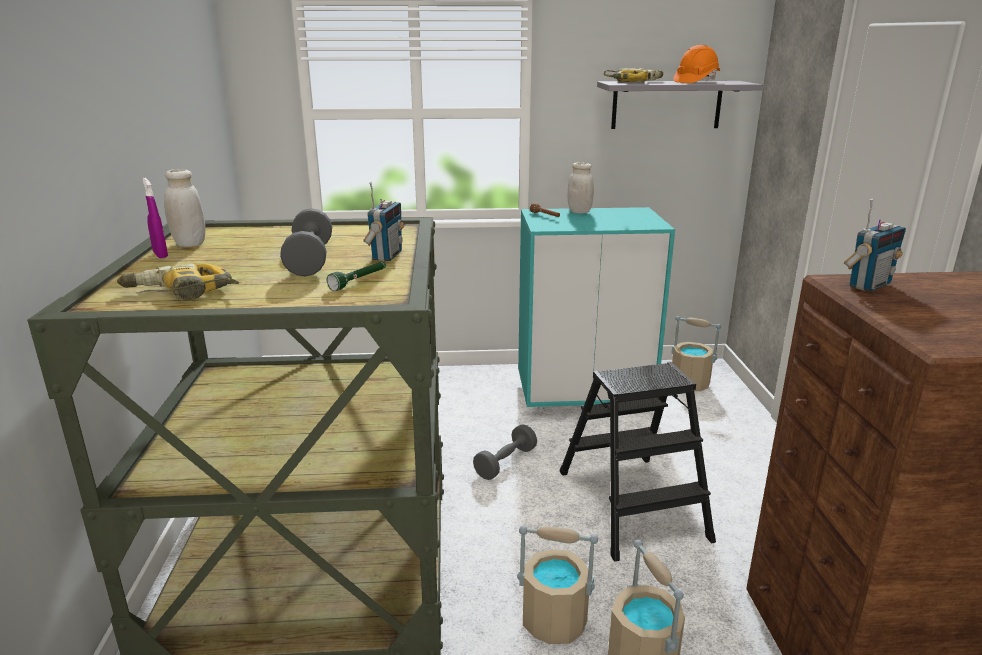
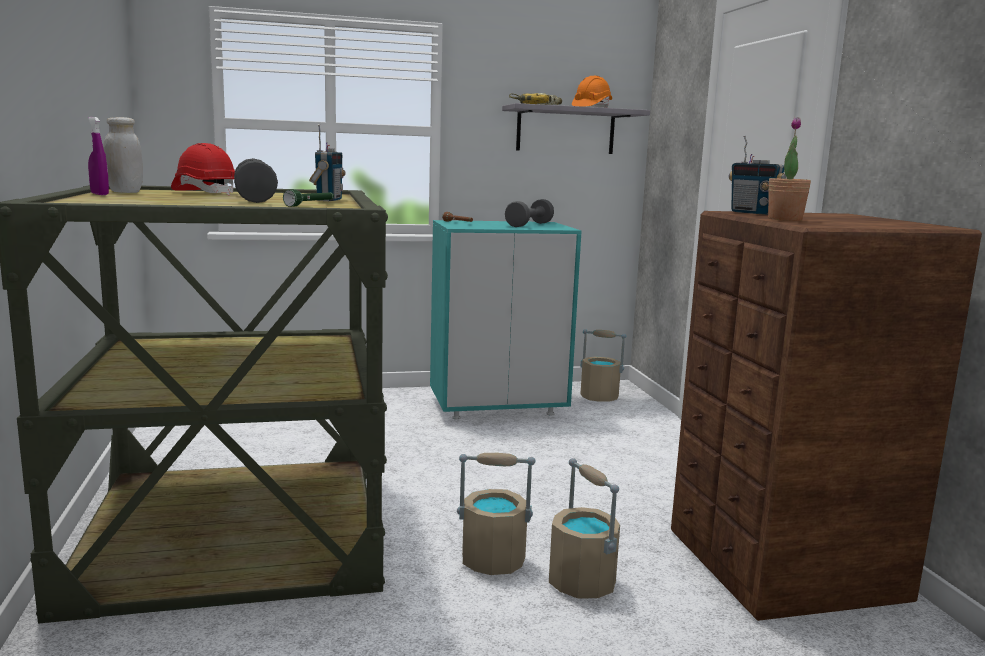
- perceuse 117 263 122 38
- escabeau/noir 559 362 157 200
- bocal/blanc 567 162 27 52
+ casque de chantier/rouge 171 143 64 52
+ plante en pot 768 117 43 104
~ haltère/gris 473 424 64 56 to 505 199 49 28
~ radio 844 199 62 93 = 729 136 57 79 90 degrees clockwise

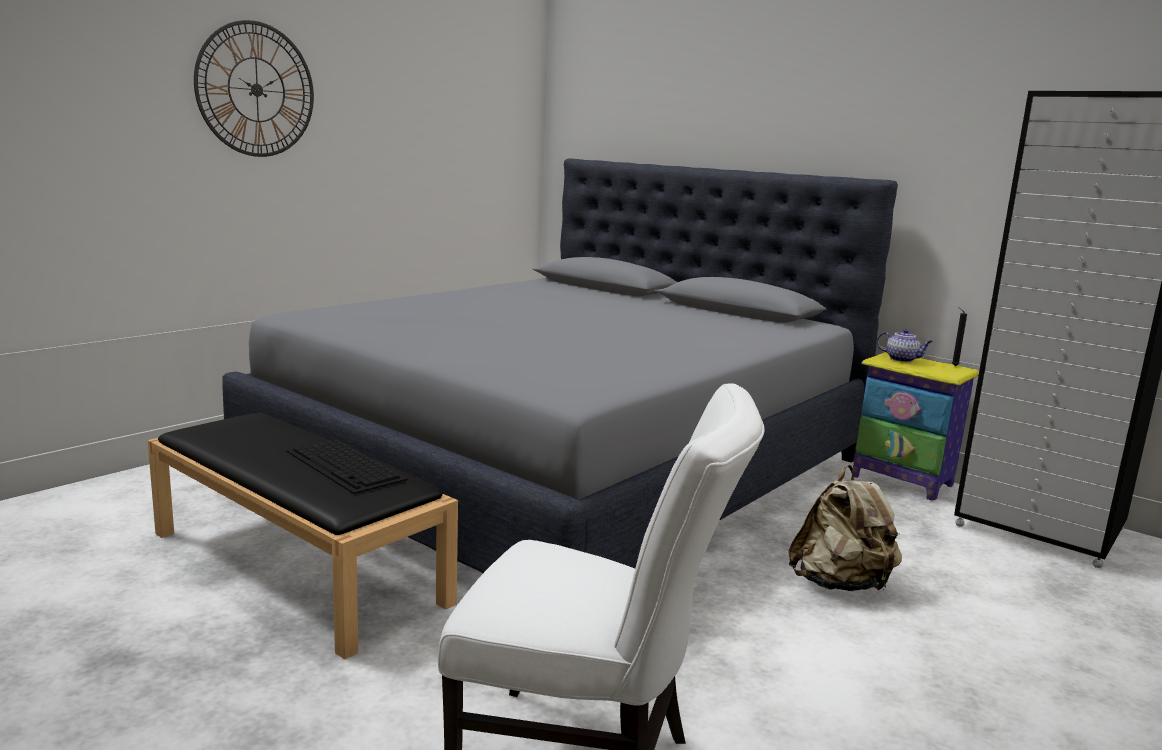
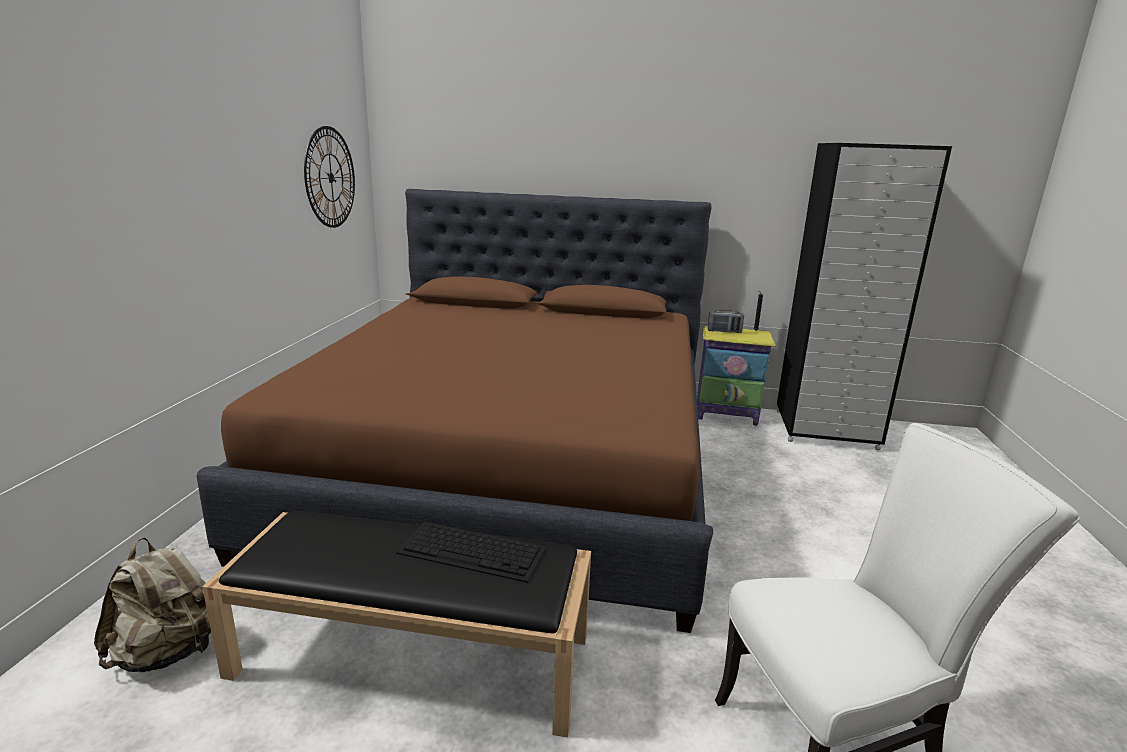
~ horloge murale 194 20 120 137 to 304 126 51 102
~ sac à dos/beige 788 465 114 126 to 94 538 117 134
~ théière 877 329 56 33 to radio 708 310 36 23
~ lit/gris 222 158 676 415 to lit/marron 197 189 516 444

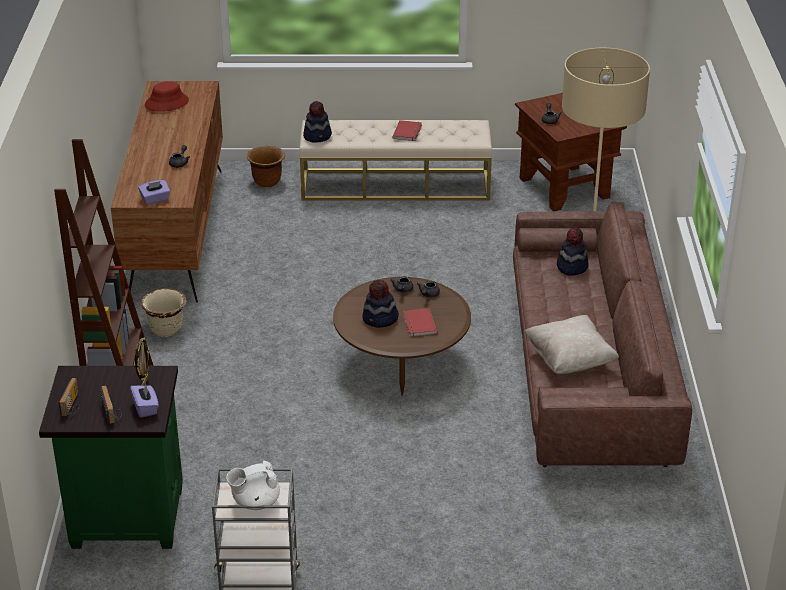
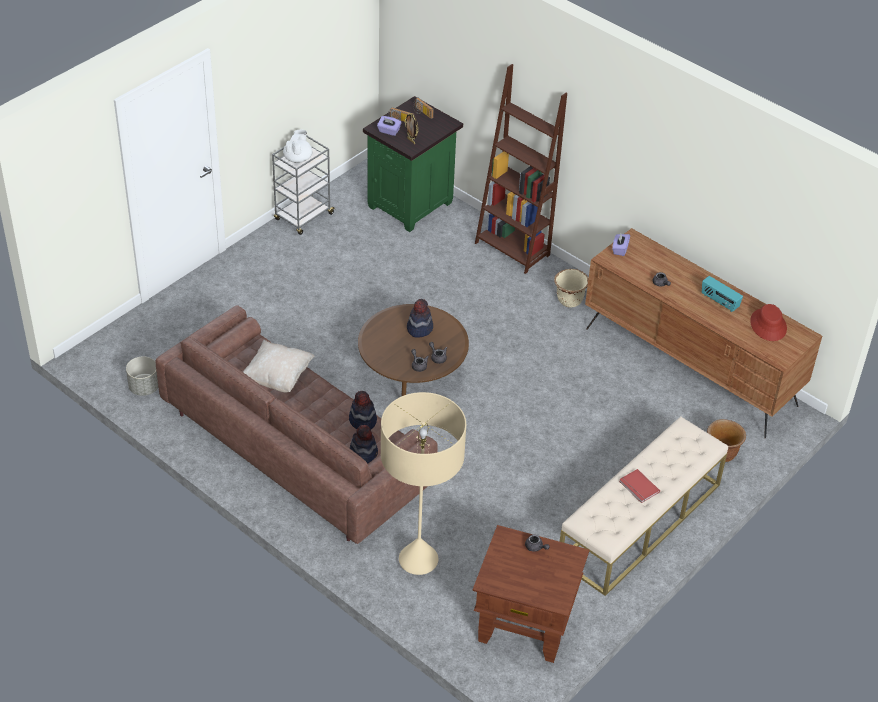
- livre/rouge 403 308 35 29
+ cache-pot/gris 126 357 32 39
+ radio 702 276 41 36
~ chapeau 303 101 29 42 to 349 391 28 38

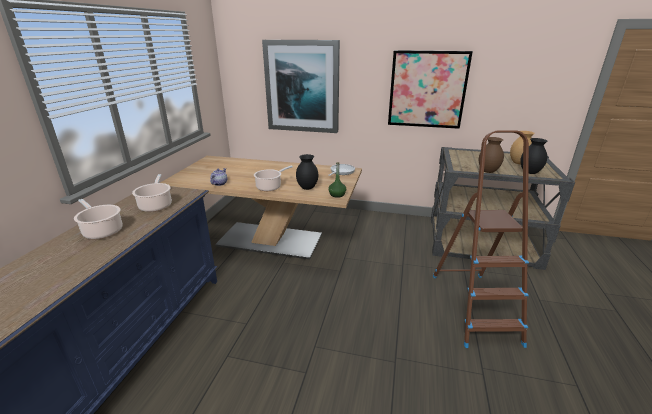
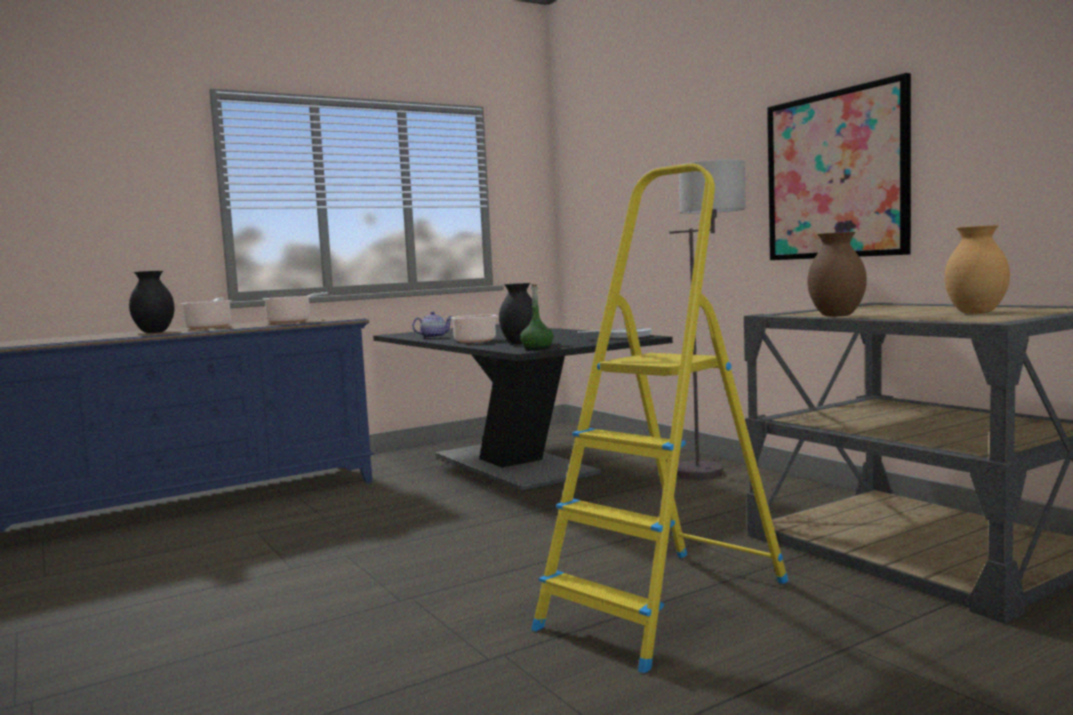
- tableau 262 40 78 93
+ lampadaire/gris 669 159 77 321
~ vase/noir 520 138 27 36 to 129 271 46 62
~ table à manger/beige 160 156 202 103 to table à manger/noir 373 324 300 167
~ escabeau/marron 433 130 96 218 to escabeau/jaune 531 163 257 510

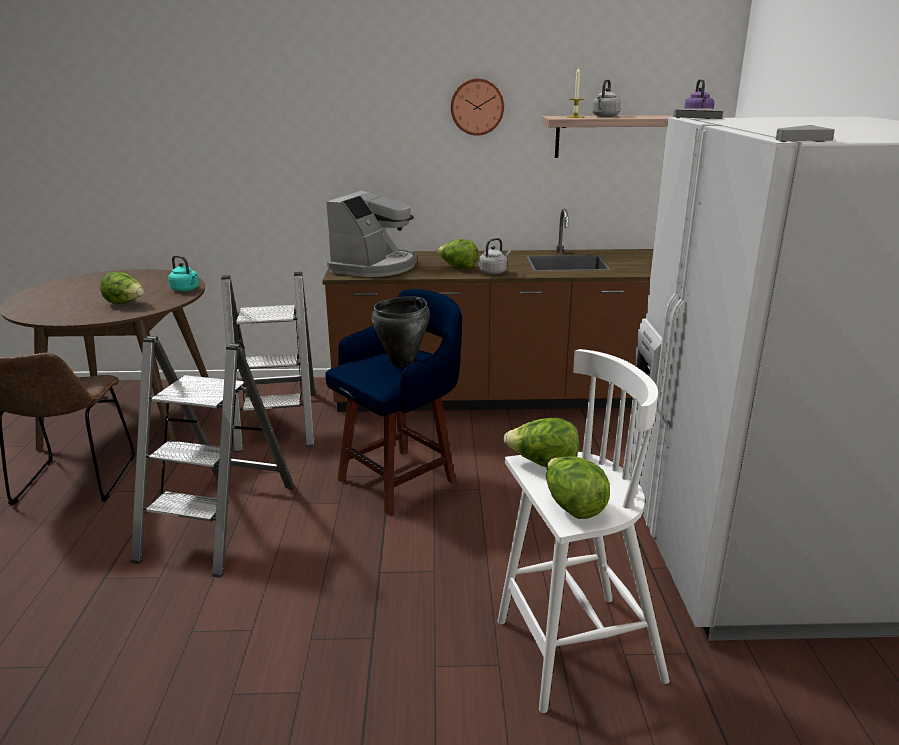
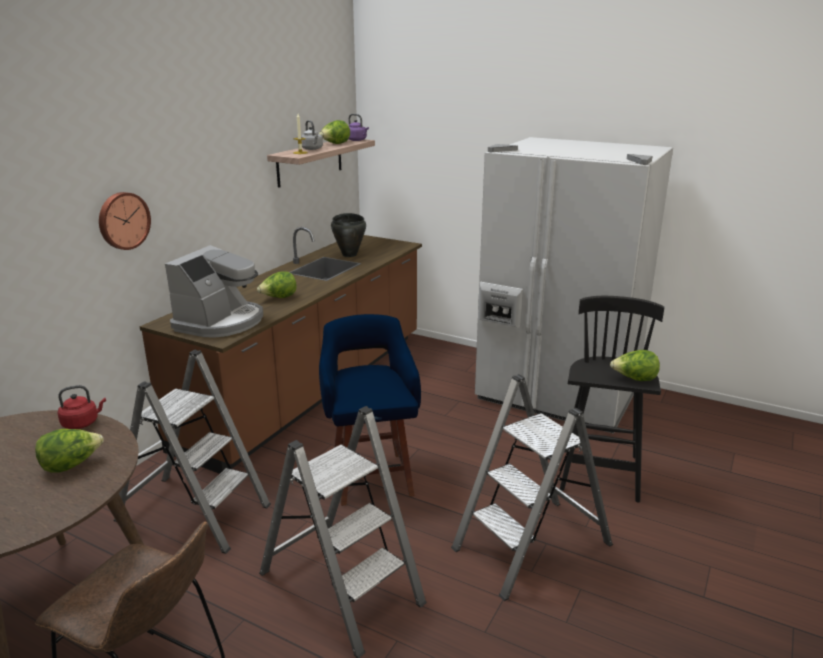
- bouilloire/gris 479 238 32 37
+ escabeau/gris 451 374 162 227
~ marmite/noir 371 296 59 71 to 331 213 35 44
~ horloge murale 451 78 53 58 to 99 192 52 58
~ laitue 503 418 76 49 to 319 120 31 24
~ bouilloire/turquoise 168 255 31 37 to bouilloire/rouge 58 385 48 44
~ tabouret/blanc 497 349 173 364 to tabouret/noir 560 296 105 207
~ machine à café 326 191 91 86 = 165 245 98 92 60 degrees clockwise

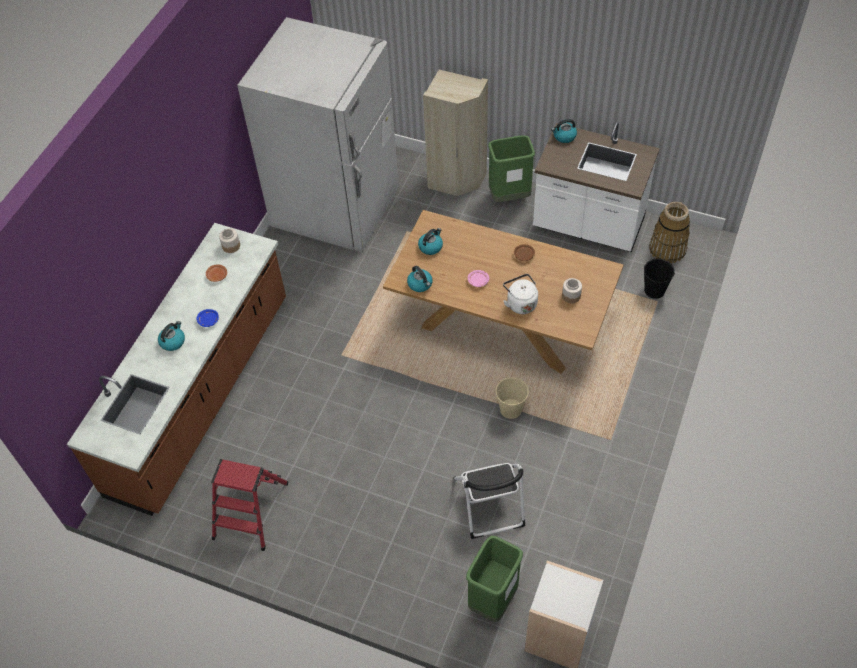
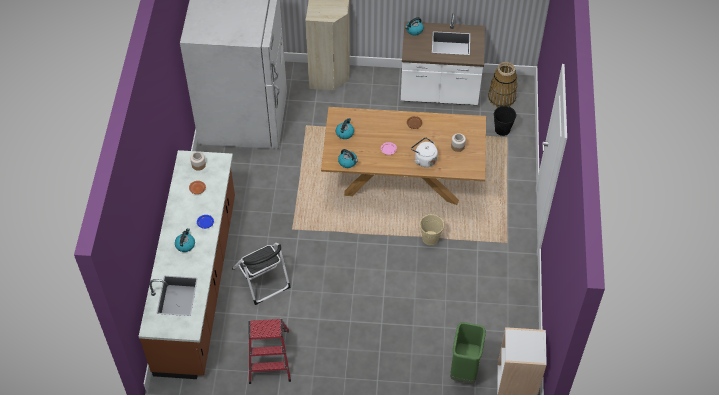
- poubelle/vert 488 135 47 67
~ escabeau 453 463 72 76 to 232 243 58 62

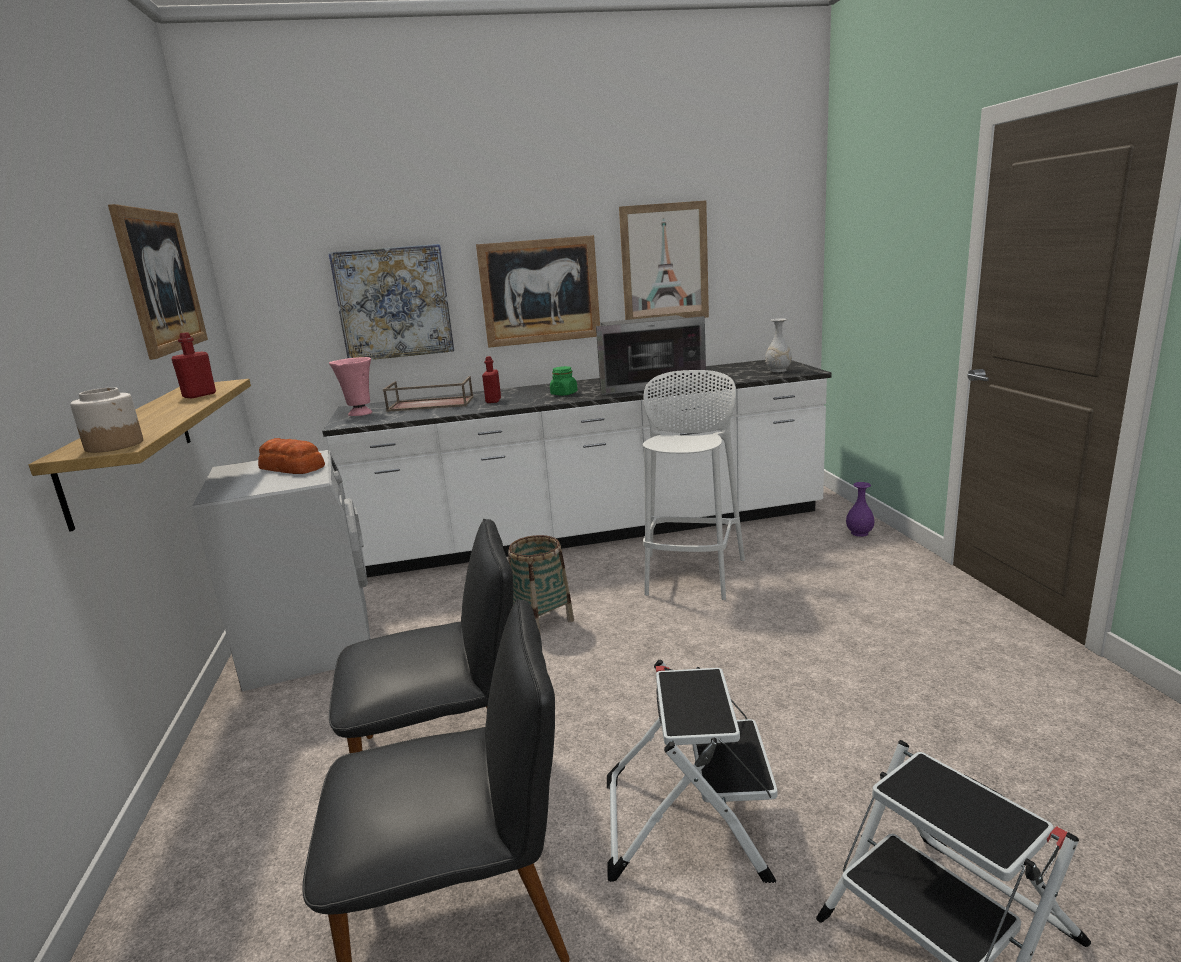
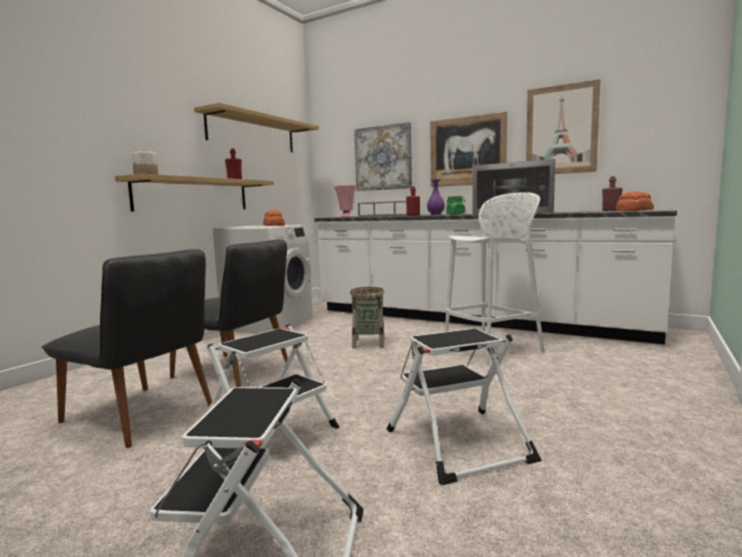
+ escabeau 386 328 156 157
+ bouteille/rouge 602 176 21 35
~ vase/violet 846 482 29 55 to 427 179 18 36
~ tableau 108 204 100 156 to étagère 194 103 125 49
~ vase/blanc 765 318 27 54 to pain 615 191 39 20

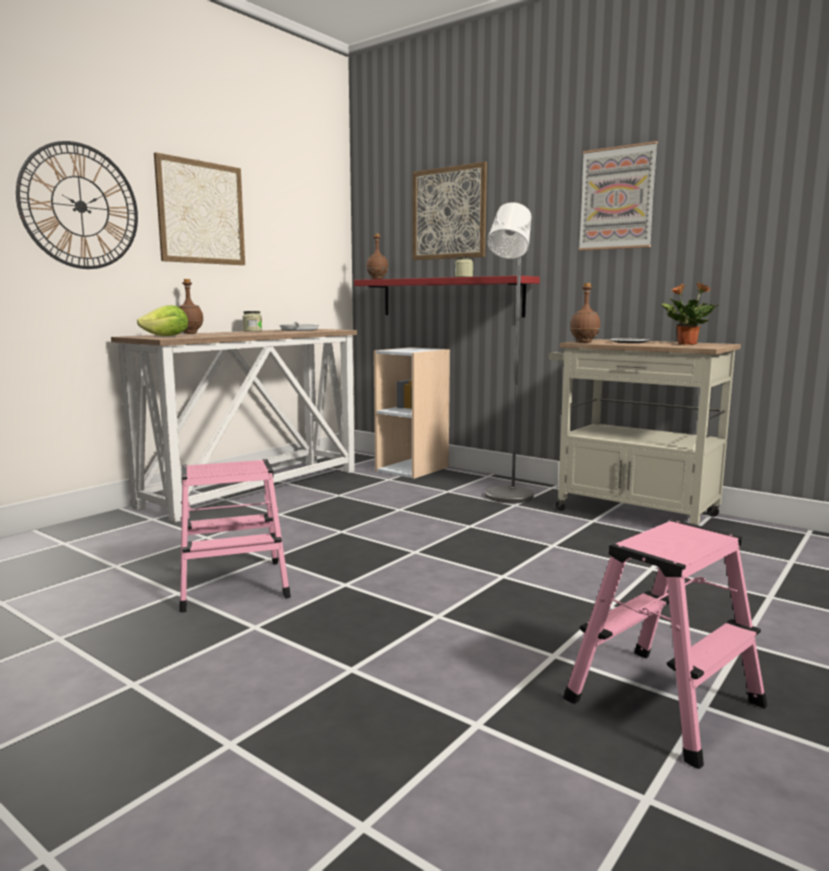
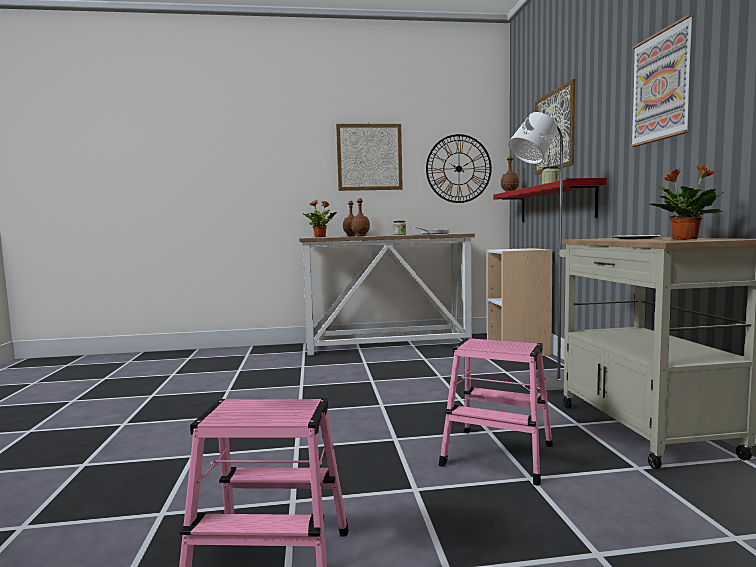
~ horloge murale 16 141 122 128 to 426 134 66 69
~ escabeau/rose 179 459 112 153 to 439 338 114 148
~ bouteille/marron 570 283 30 60 to 351 198 19 38
~ laitue 137 305 51 31 to plante en pot 304 200 33 37

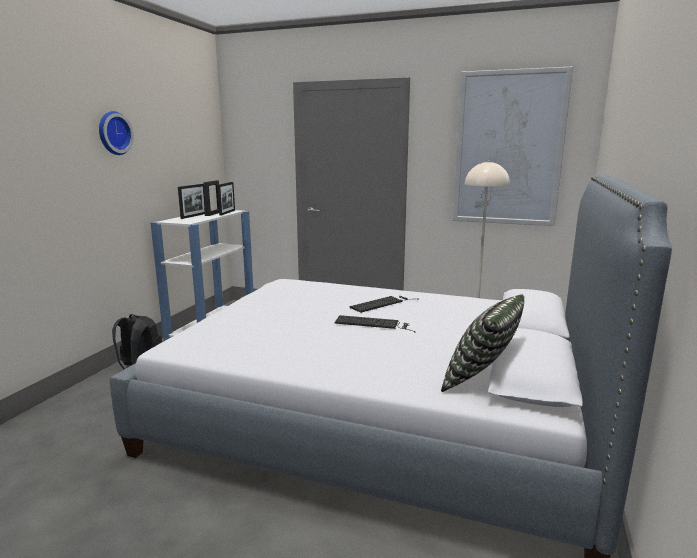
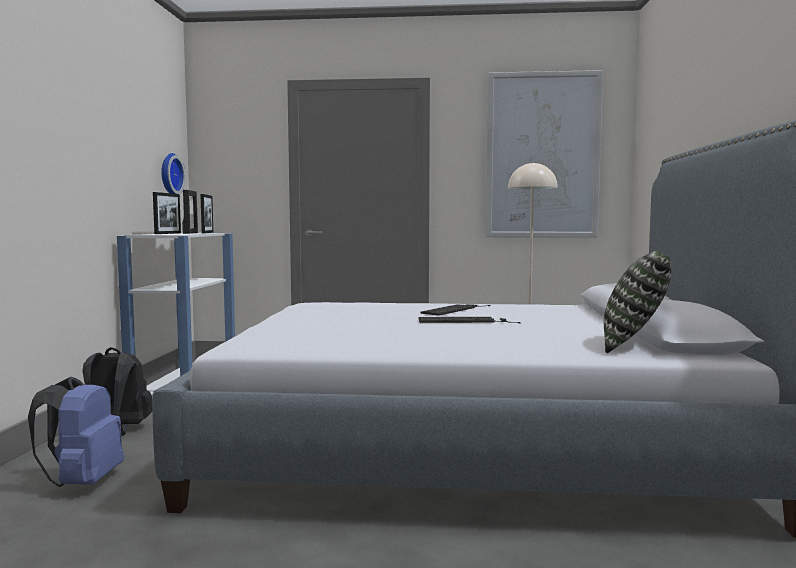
+ sac à dos/bleu 28 377 96 110
~ horloge murale 99 111 35 44 to 161 153 24 41

